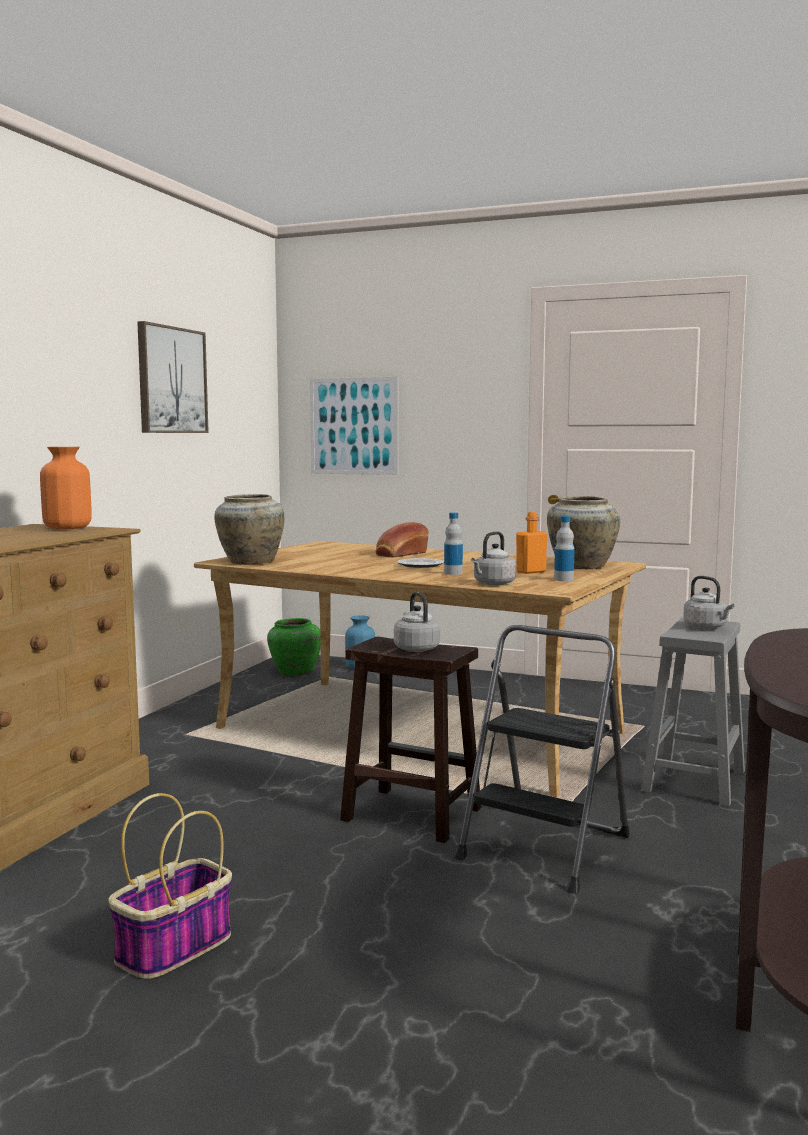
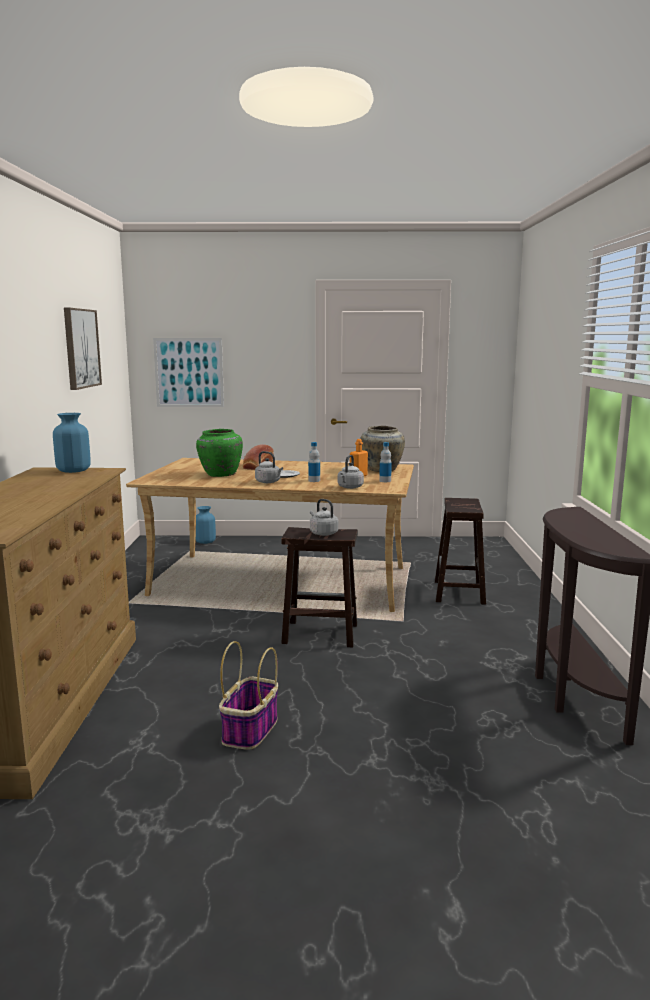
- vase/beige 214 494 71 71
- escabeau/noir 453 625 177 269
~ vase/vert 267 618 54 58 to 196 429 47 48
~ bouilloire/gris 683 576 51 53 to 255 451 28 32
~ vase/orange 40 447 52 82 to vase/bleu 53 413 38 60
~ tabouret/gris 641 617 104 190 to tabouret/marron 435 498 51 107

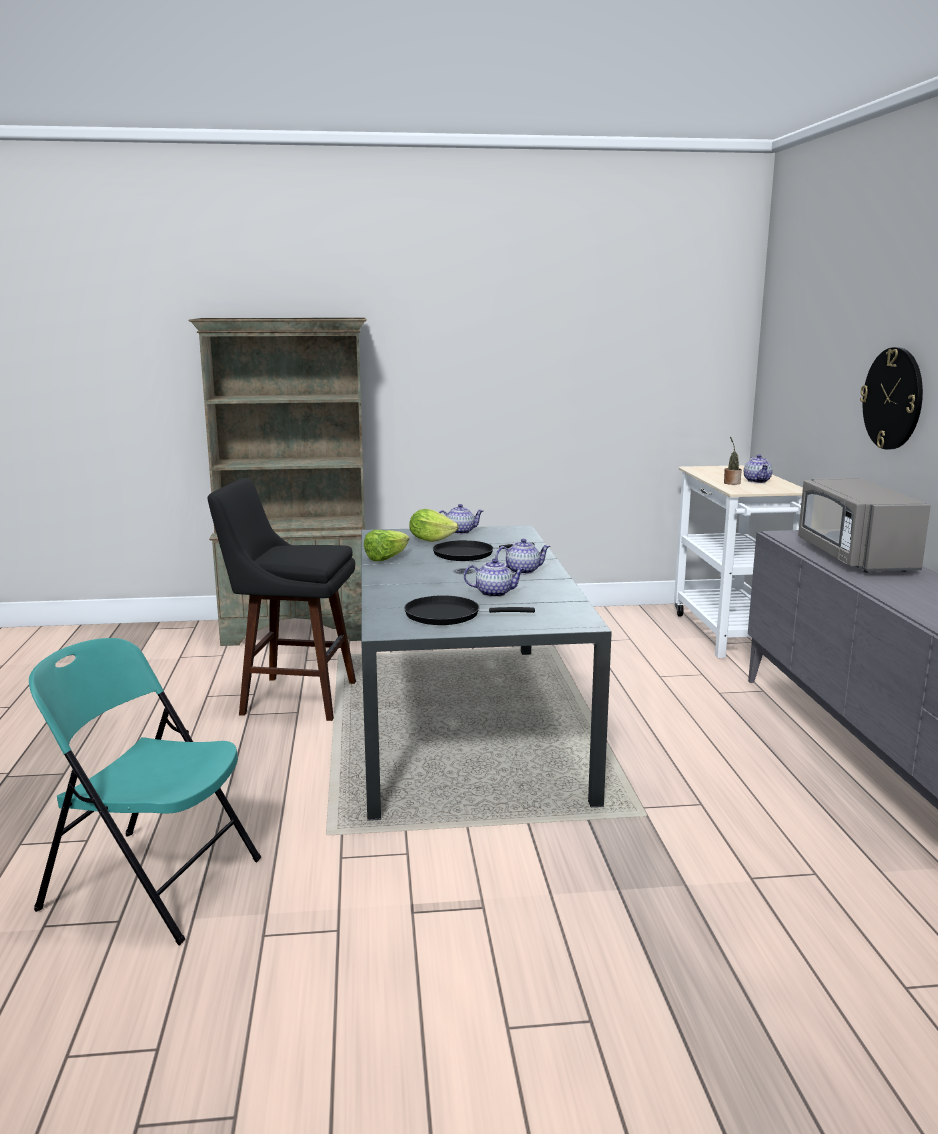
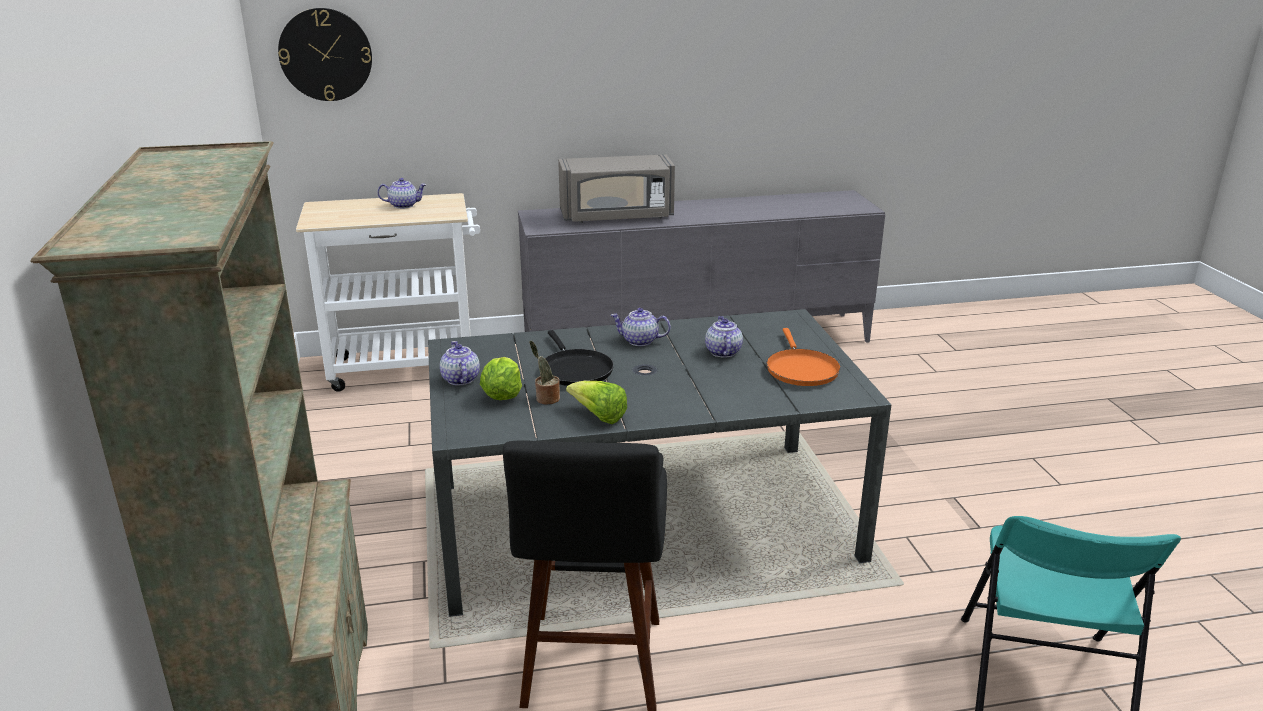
~ plante en pot 724 437 18 48 to 530 341 30 64
~ horloge murale 860 347 63 102 to 278 8 94 93
~ poêle/noir 404 595 131 30 to poêle/orange 767 328 74 58
~ théière 495 539 56 35 = 611 308 60 38 60 degrees counterclockwise

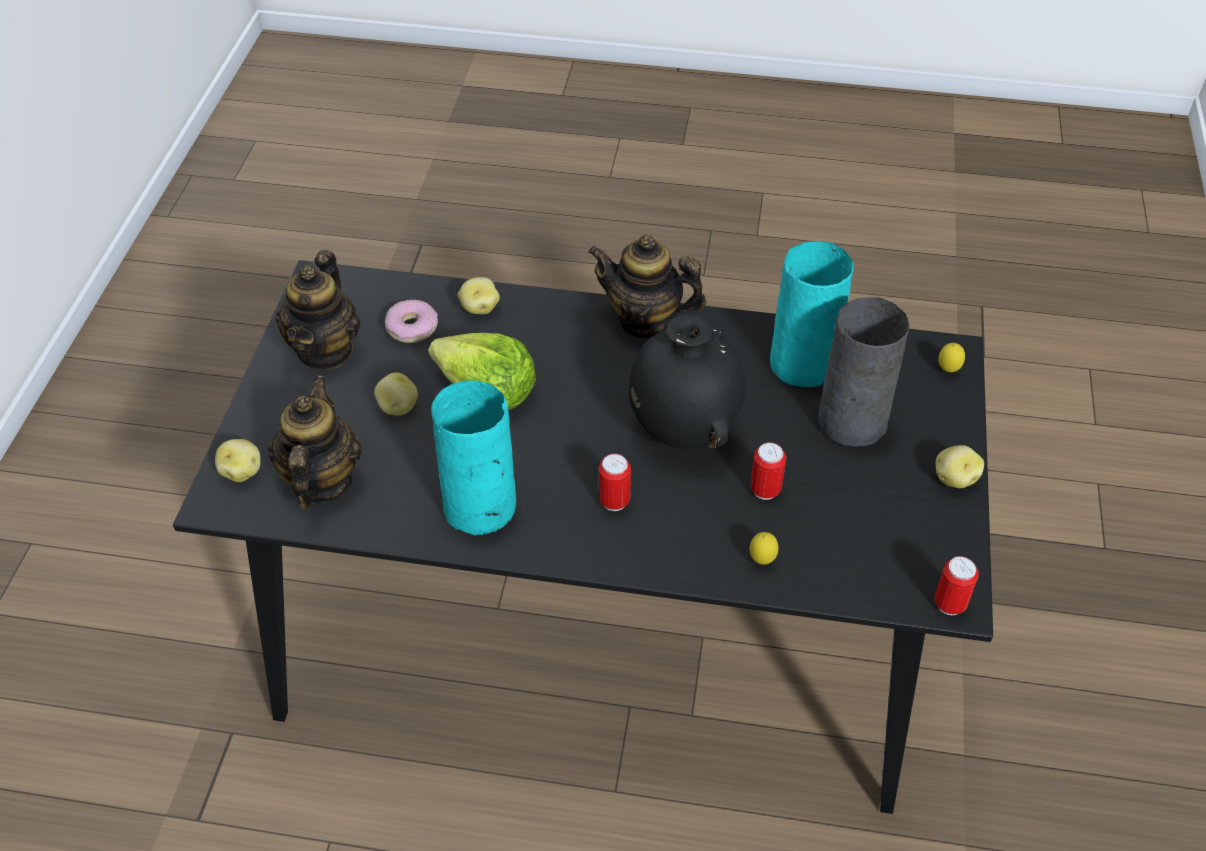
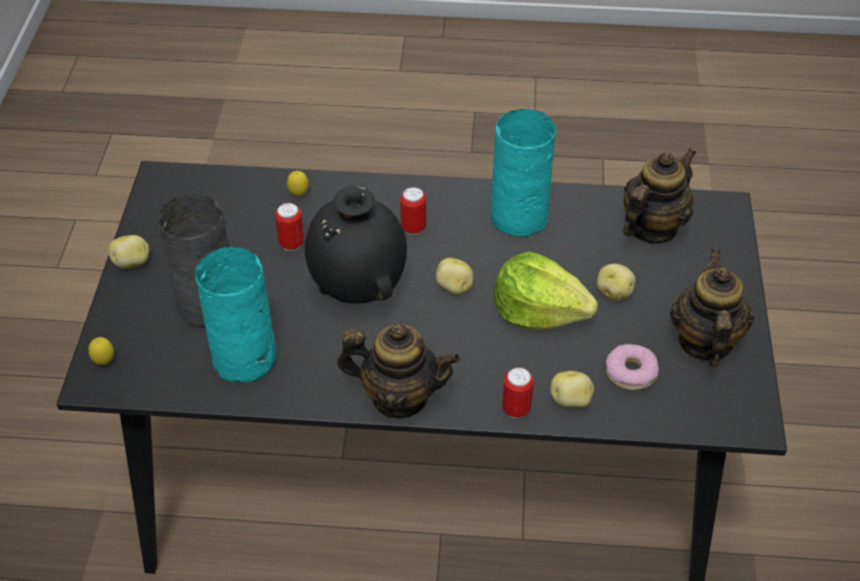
~ pomme de terre 215 439 46 43 to 436 258 37 37
~ boîte métallique 934 556 45 59 to 502 367 32 52
~ théière 268 375 94 134 = 623 148 74 96 135 degrees counterclockwise

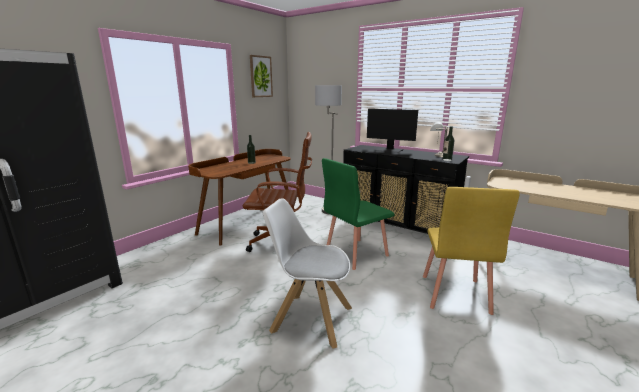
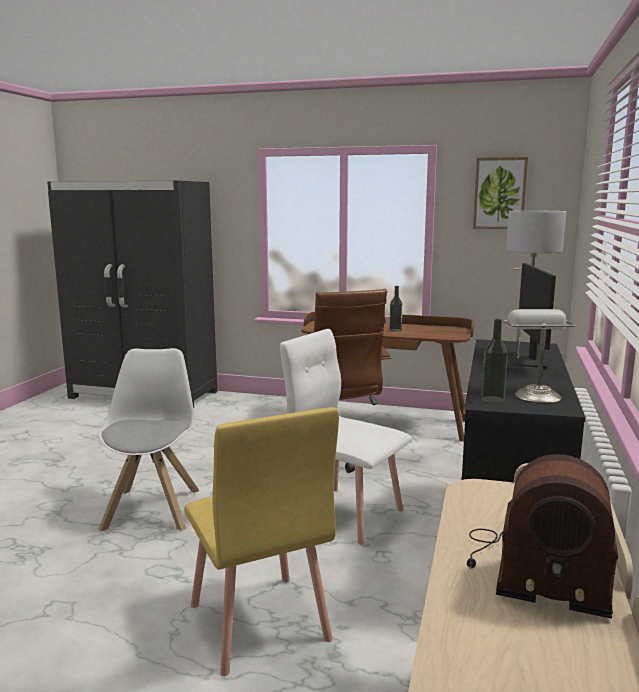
+ radio 467 454 151 165
~ chaise/vert 322 158 73 112 to chaise/blanc 280 329 132 216
~ chaise/jaune 423 187 97 128 = 184 407 155 269 105 degrees counterclockwise

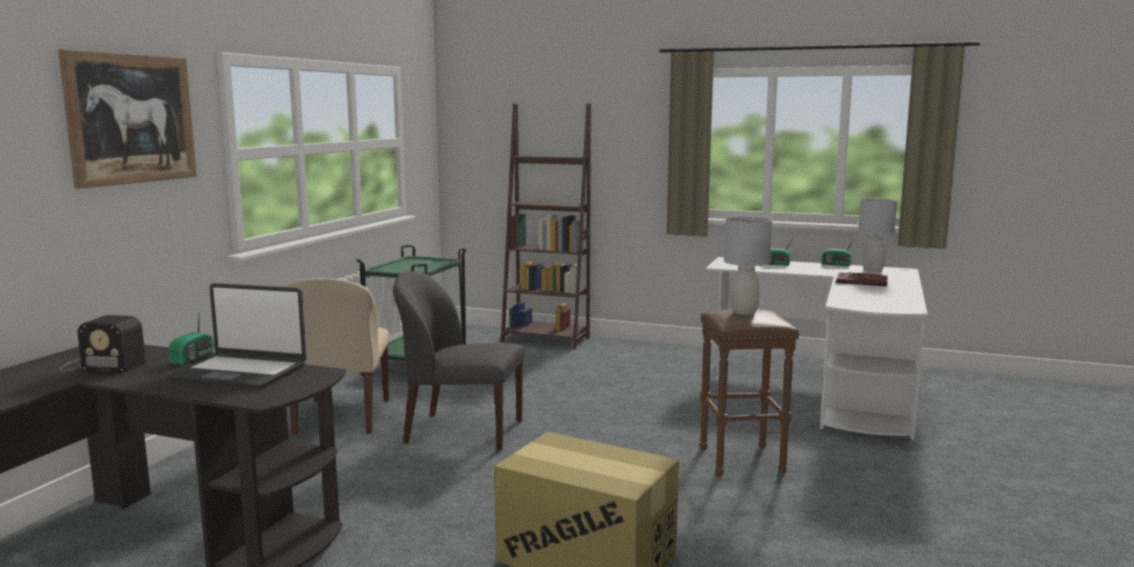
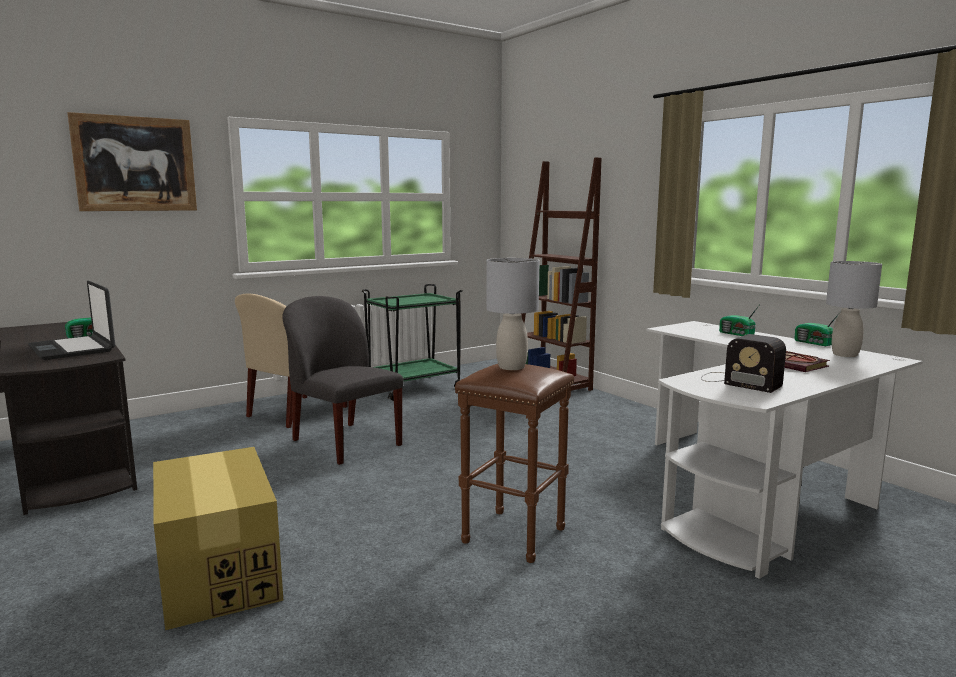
~ radio 60 315 86 58 to 701 334 85 59

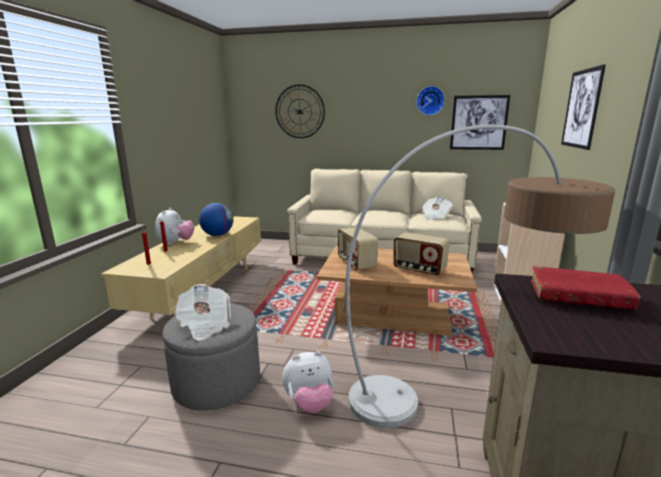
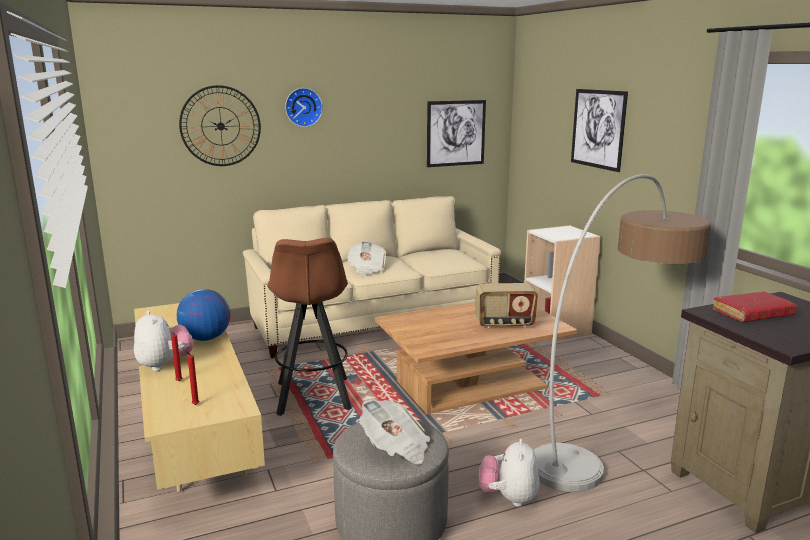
- radio 338 227 40 44
+ tabouret/marron 268 237 84 179
~ horloge murale 416 86 29 29 to 285 88 38 39
~ journal 422 196 31 24 to 347 241 39 35
~ peluche 282 351 51 62 = 479 439 60 68 150 degrees clockwise

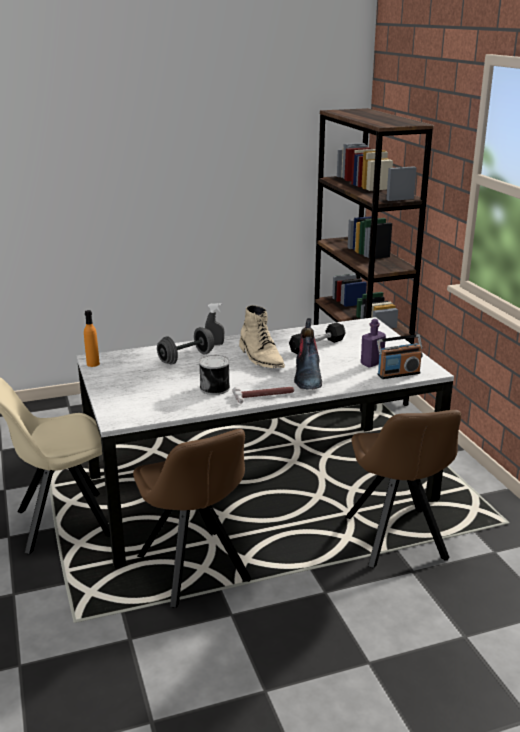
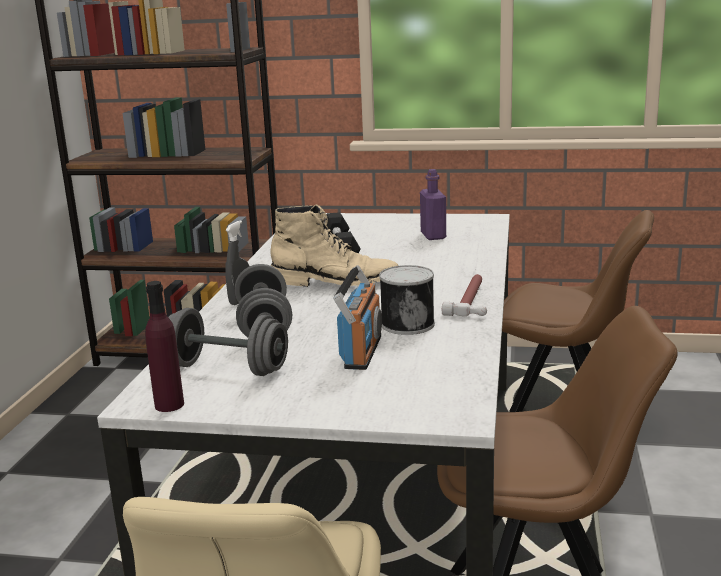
- botte 294 318 28 71
+ haltère/gris 168 308 120 68
~ radio 377 334 46 45 to 333 265 49 105
~ bouteille/orange 84 310 16 57 to bouteille/violet 145 281 39 131

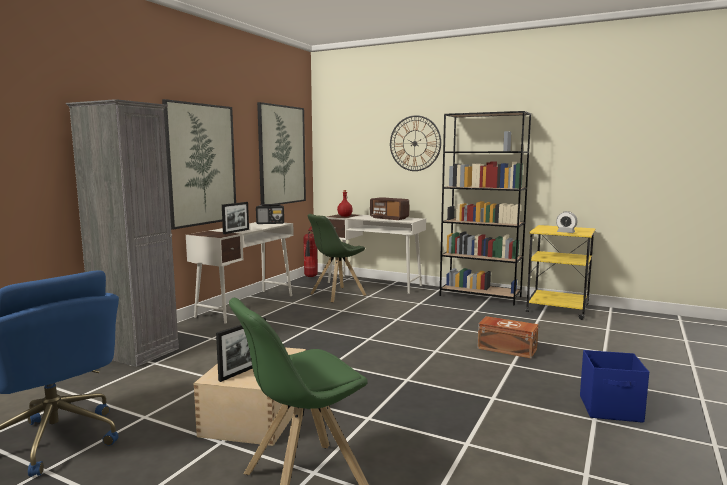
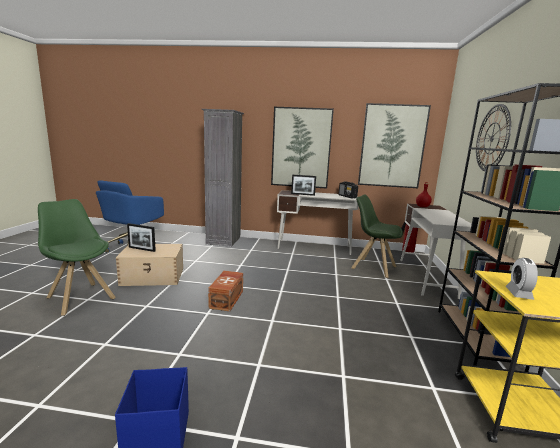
- radio 370 197 39 23
~ boîte de rangement/marron 477 316 61 43 to 208 271 35 40

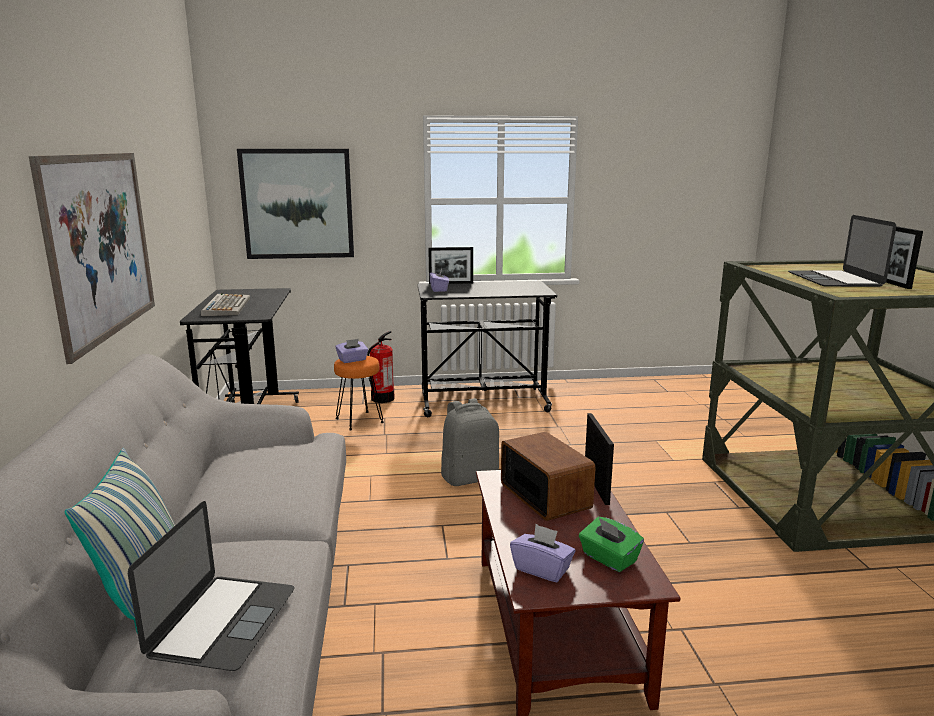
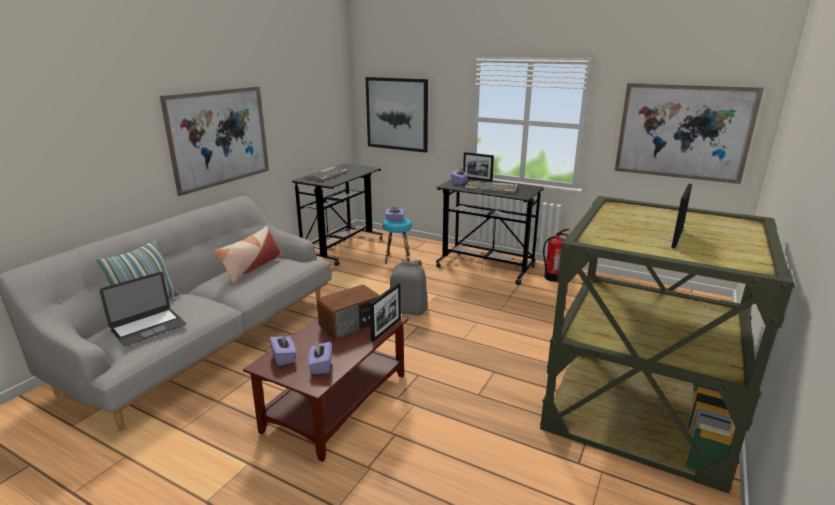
- ordinateur portable 788 215 108 72
+ coussin 214 226 70 57
+ clavier 465 181 53 12
+ tableau 615 83 149 101
~ extincteur 367 331 28 72 to 543 229 26 53
~ tabouret/orange 334 356 50 74 to tabouret/turquoise 383 218 29 46
~ boîte à mouchoirs/vert 579 517 65 55 to boîte à mouchoirs/violet 308 341 24 33
~ radio 501 432 95 89 = 317 285 63 54 45 degrees clockwise

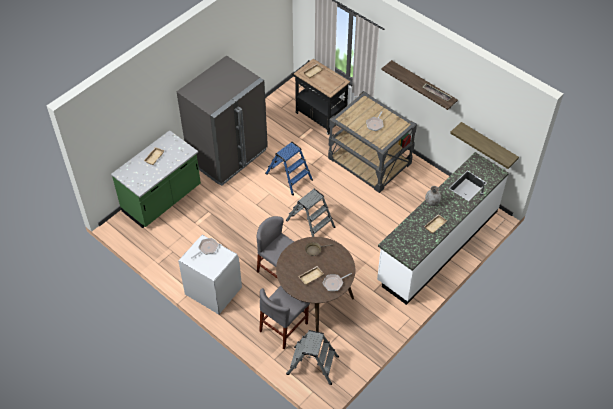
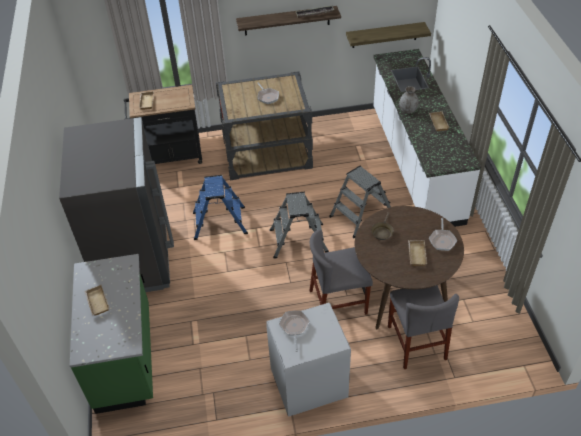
~ escabeau/gris 286 330 53 55 to 329 166 62 72

